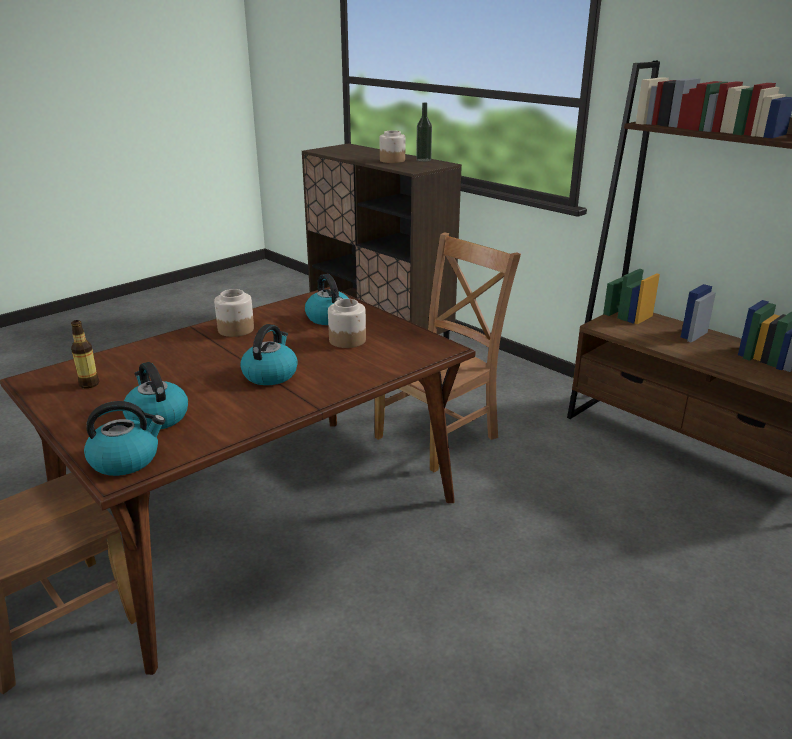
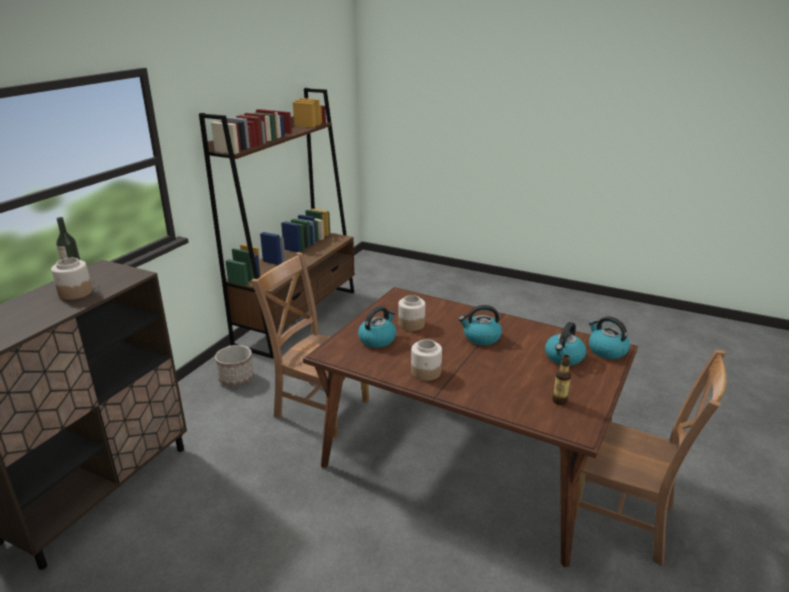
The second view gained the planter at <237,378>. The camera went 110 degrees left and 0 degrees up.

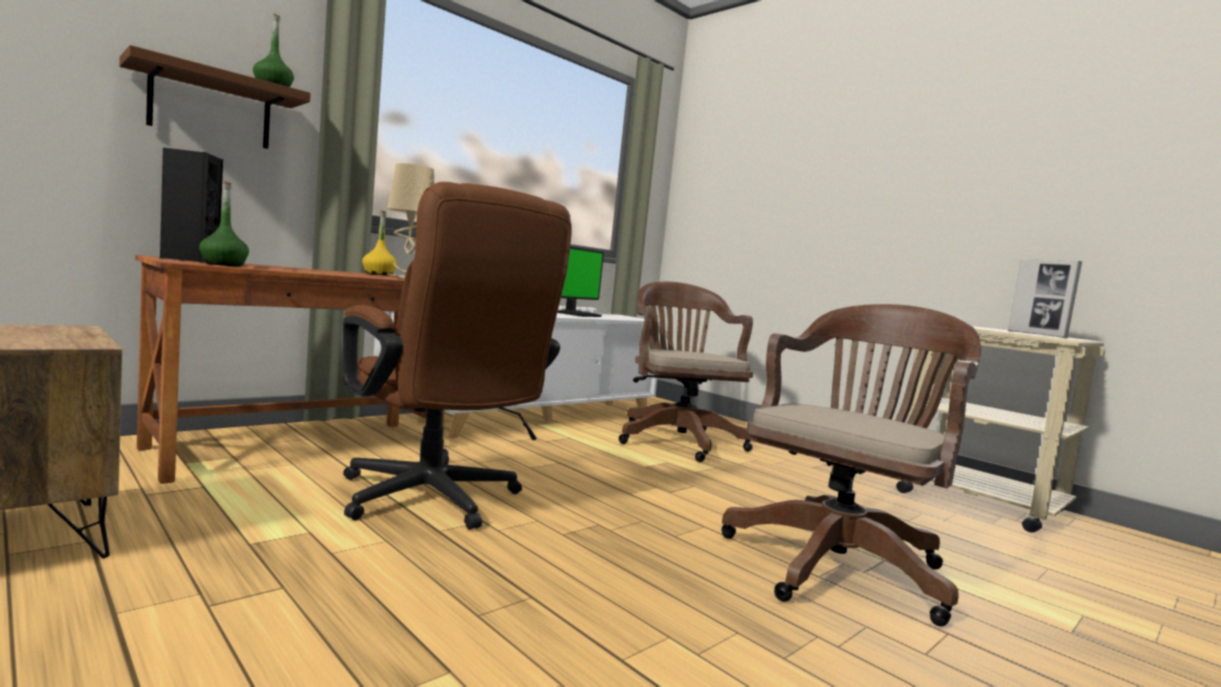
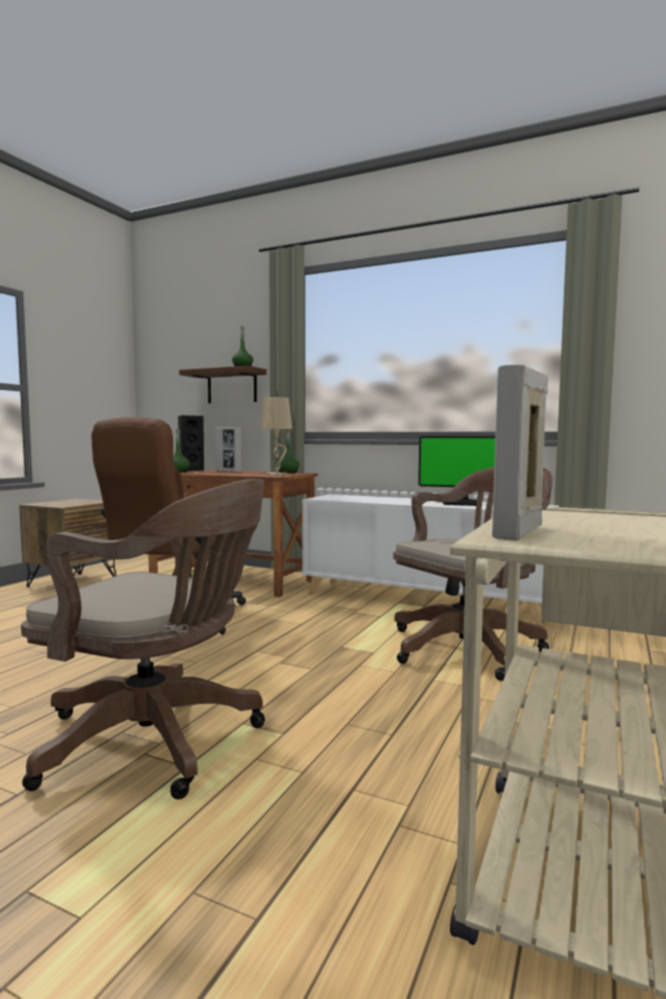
The second view gained the picture_frame at <228,471>. What was the yellow_bottle at <379,274> turned into the green_bottle at <288,472>. The camera went 70 degrees right and 0 degrees up.

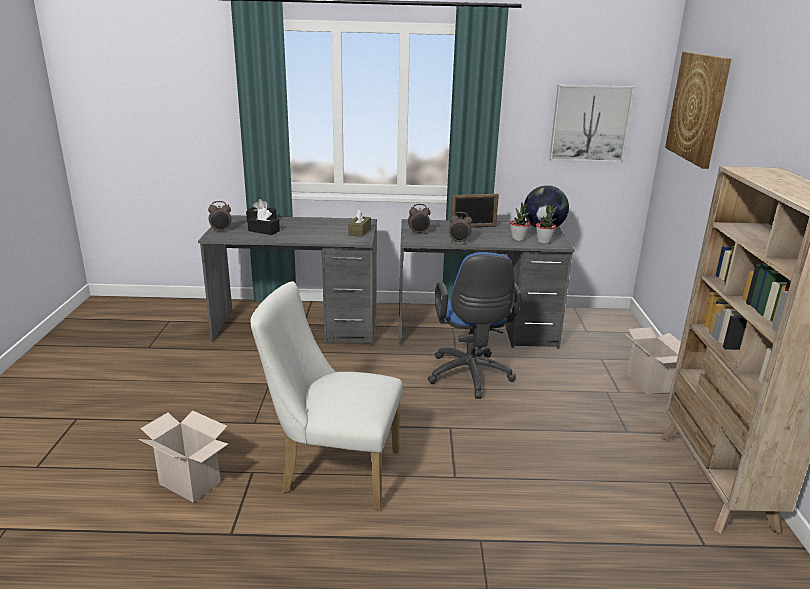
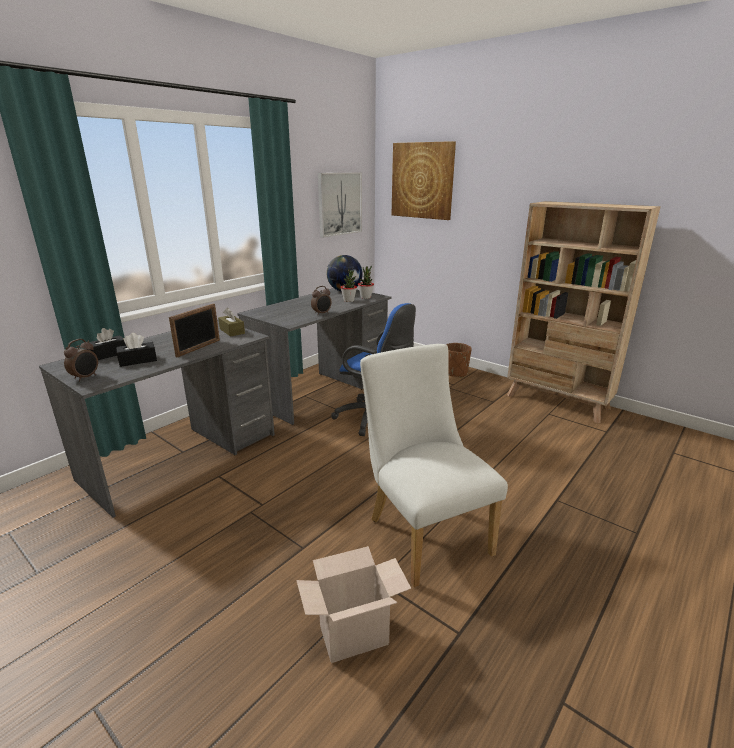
The picture_frame ended up elsewhere, having gone from <473,227> to <199,348>. The white_chair at <332,471> ended up facing another way, 105 degrees clockwise from before. Where the cardboard_box stood at <650,383>, the brown_planter came to stand at <455,373>. The second view lost the alarm_clock at <418,233>. The camera went 50 degrees left and 0 degrees up.

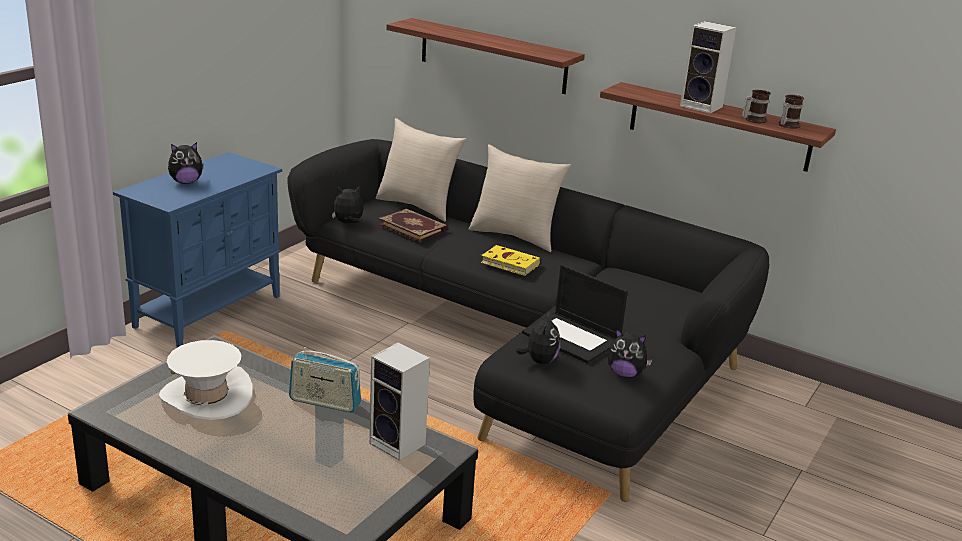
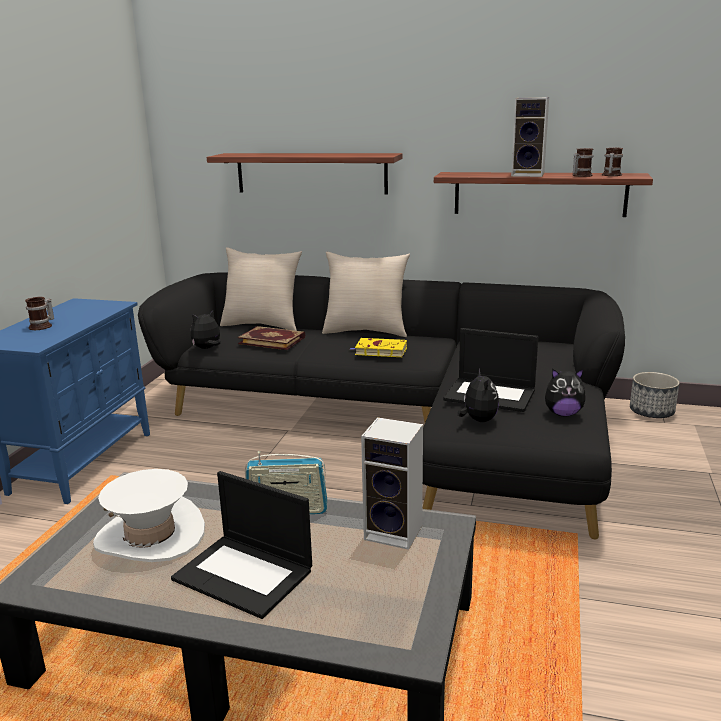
Where the plush_toy stood at <186,182>, the mug came to stand at <43,326>. The second view gained the laptop at <245,574>. The second view gained the planter at <651,412>. The camera went 15 degrees left and 5 degrees down.

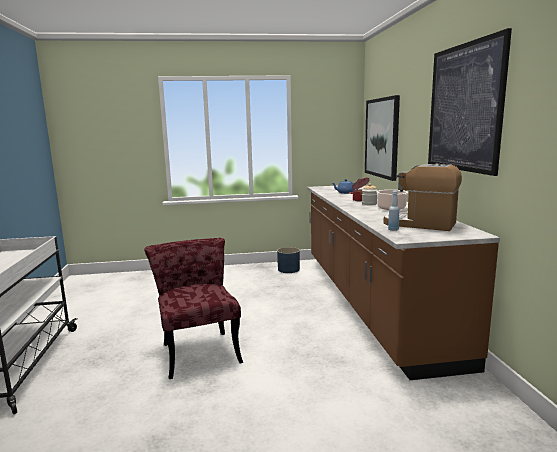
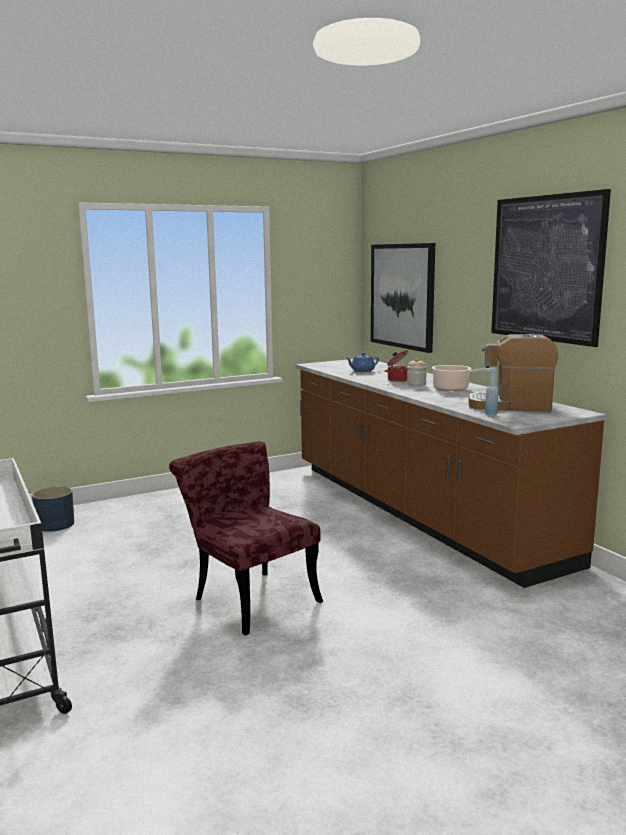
The blue_planter ended up elsewhere, having gone from <288,269> to <55,524>. The camera went 20 degrees left and 0 degrees up.

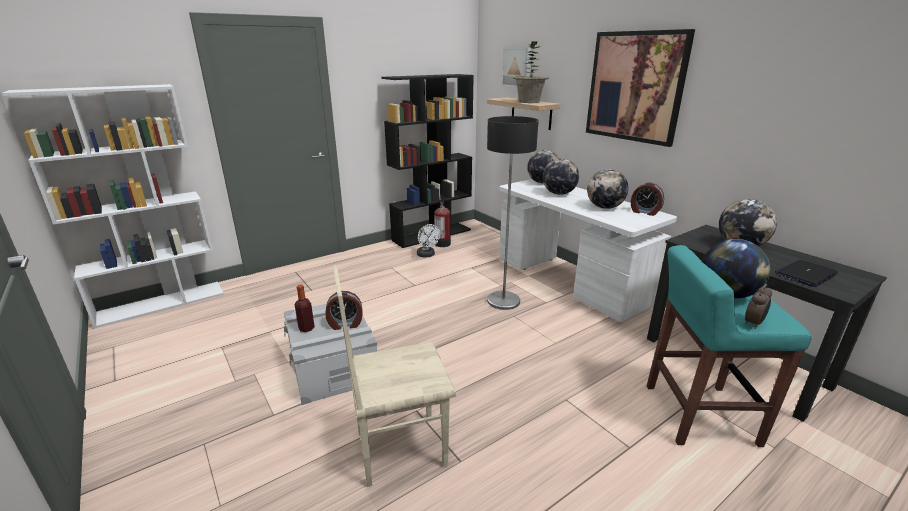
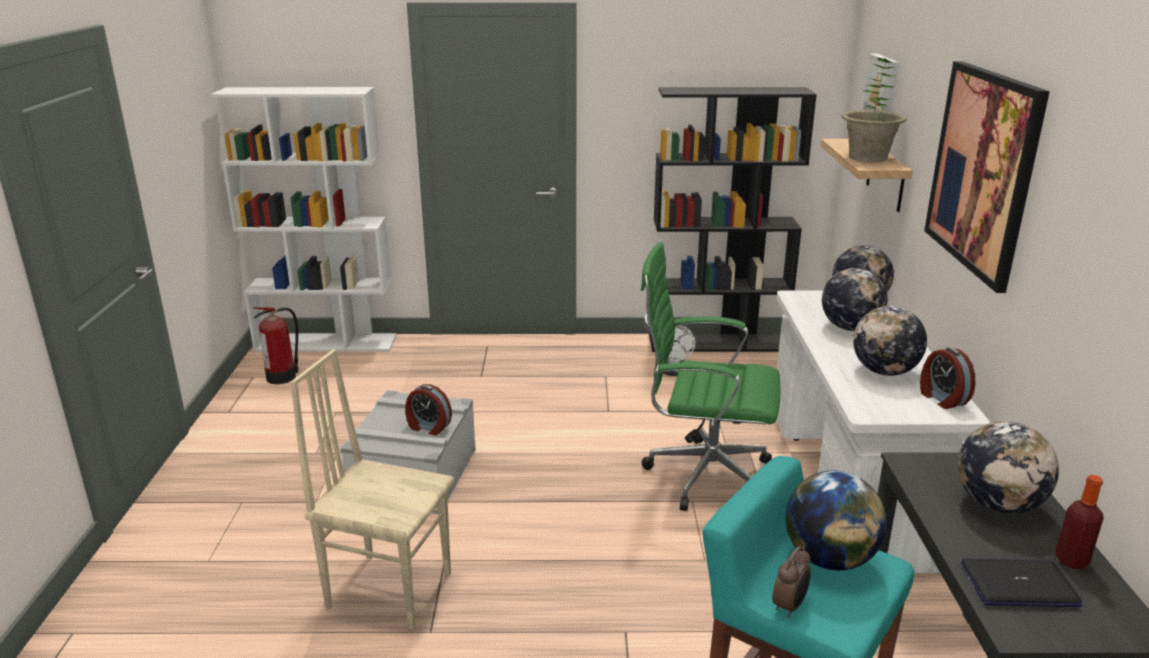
The fire_extinguisher ended up elsewhere, having gone from <442,243> to <283,376>. Where the floor_lamp stood at <503,301>, the green_office_chair came to stand at <702,475>. The alarm_clock at <753,323> ended up facing another way, 45 degrees counterclockwise from before. The bottle ended up elsewhere, having gone from <306,328> to <1071,560>. The camera went 35 degrees right and 0 degrees up.

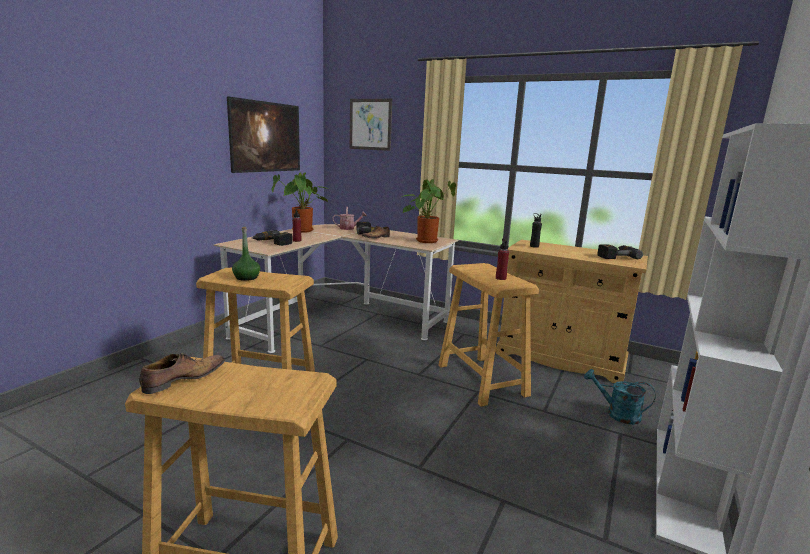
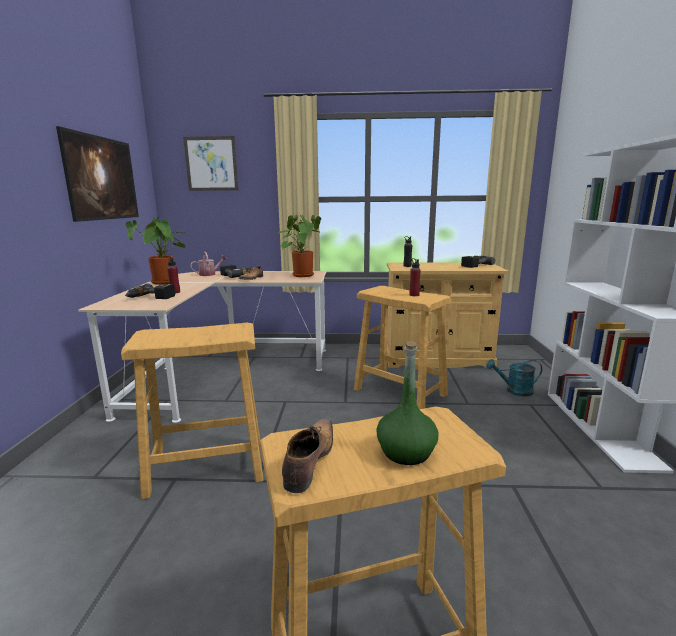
The green_bottle ended up elsewhere, having gone from <246,278> to <406,452>. The camera went 25 degrees left and 0 degrees up.

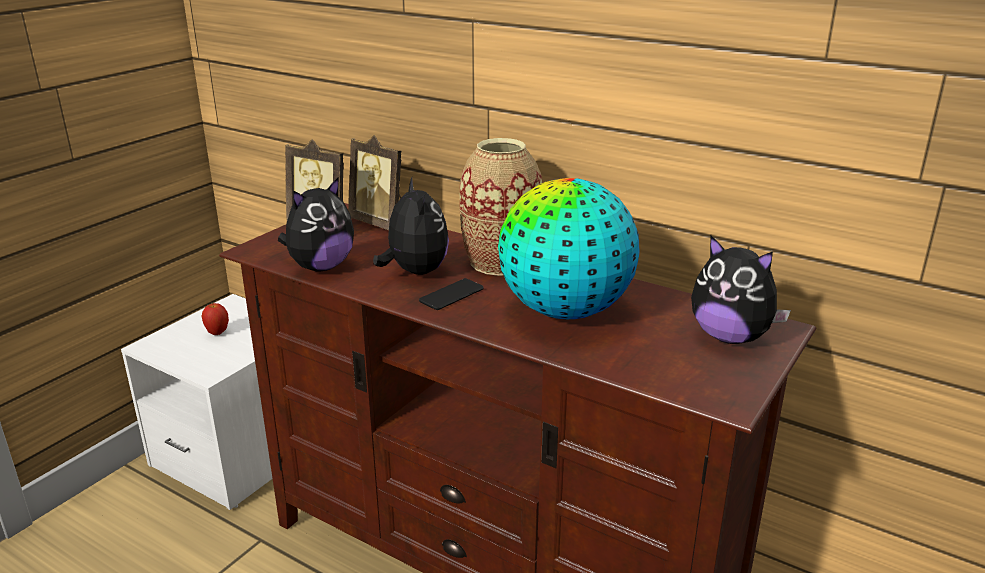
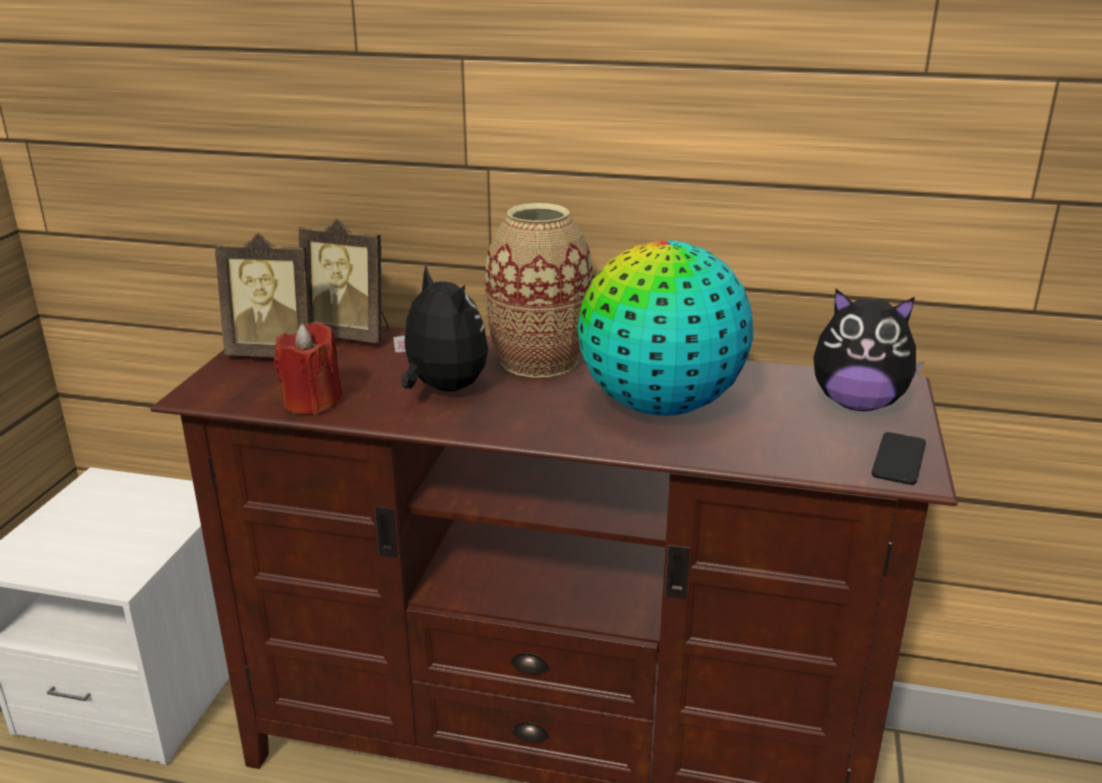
Where the plush_toy stood at <320,266>, the red_candle came to stand at <312,402>. The phone ended up elsewhere, having gone from <451,295> to <899,459>. The second view lost the apple at <217,333>. The camera went 20 degrees left and 0 degrees up.

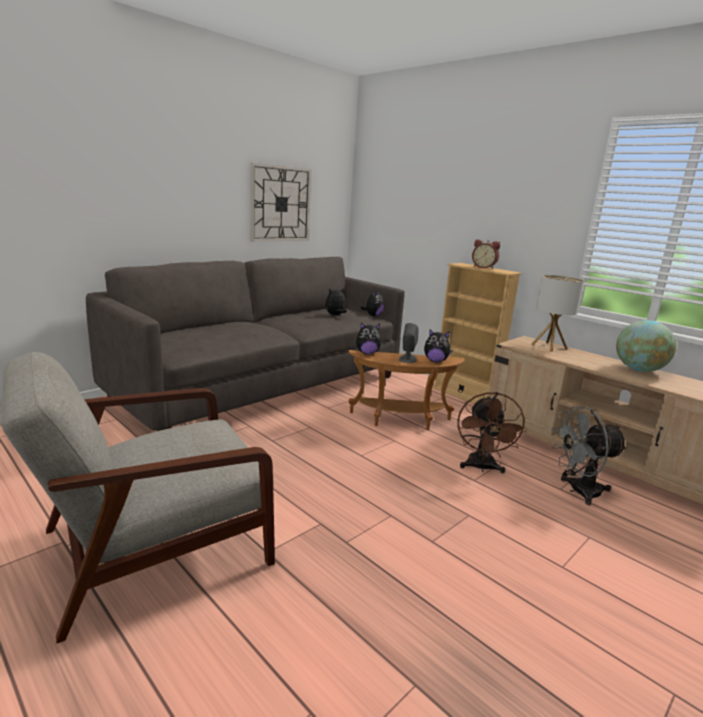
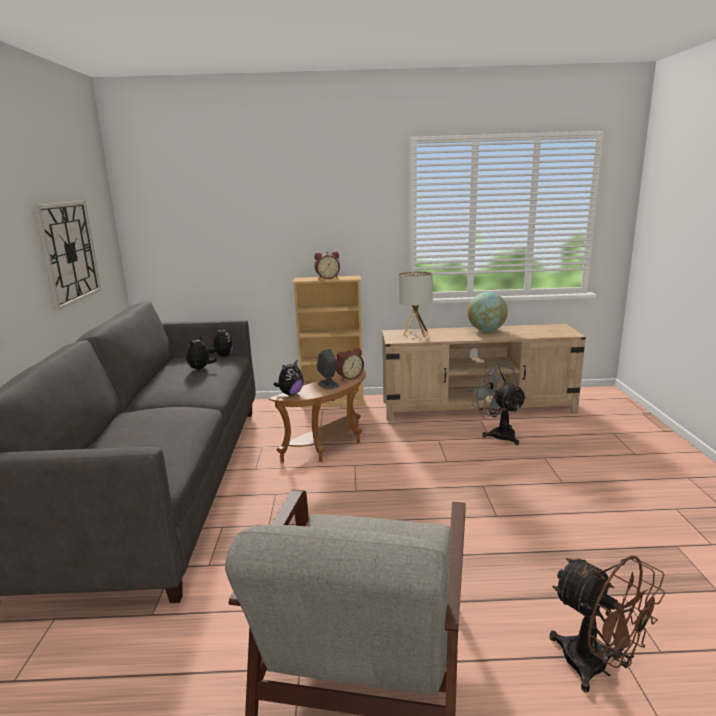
Where the plush_toy stood at <435,361>, the alarm_clock came to stand at <349,377>. The grey_fan at <578,491> ended up facing another way, 120 degrees clockwise from before. The brown_fan ended up elsewhere, having gone from <481,468> to <597,668>. The camera went 45 degrees left and 0 degrees up.

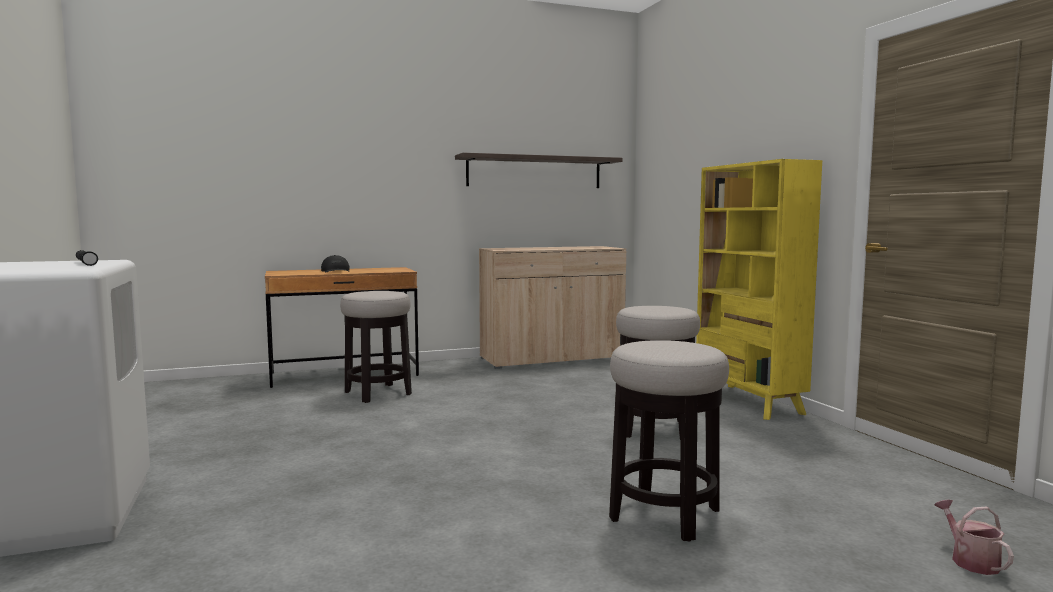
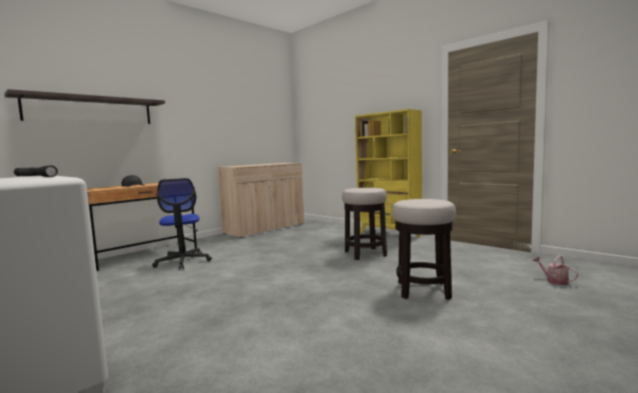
The shelf ended up elsewhere, having gone from <534,172> to <90,110>. Where the stool stood at <378,393>, the office_chair came to stand at <183,262>. The camera went 25 degrees left and 0 degrees up.

